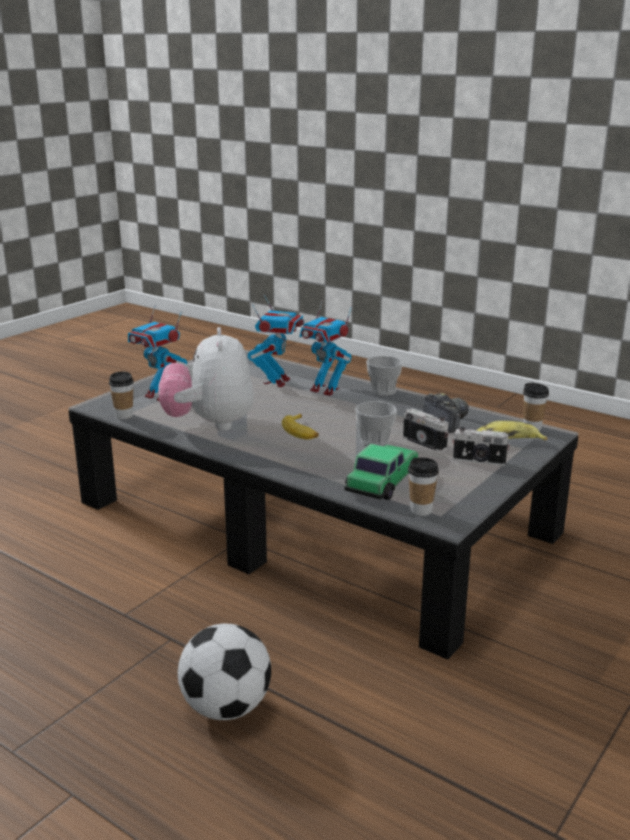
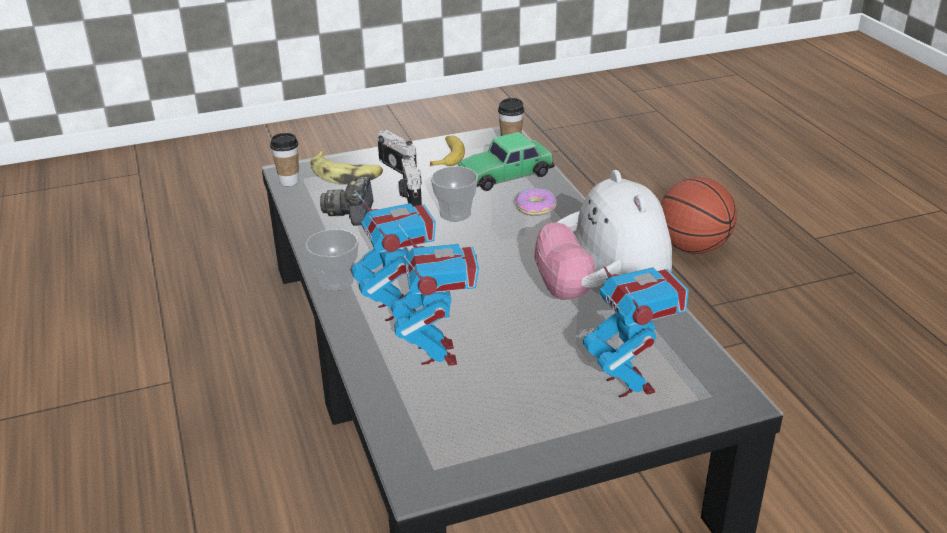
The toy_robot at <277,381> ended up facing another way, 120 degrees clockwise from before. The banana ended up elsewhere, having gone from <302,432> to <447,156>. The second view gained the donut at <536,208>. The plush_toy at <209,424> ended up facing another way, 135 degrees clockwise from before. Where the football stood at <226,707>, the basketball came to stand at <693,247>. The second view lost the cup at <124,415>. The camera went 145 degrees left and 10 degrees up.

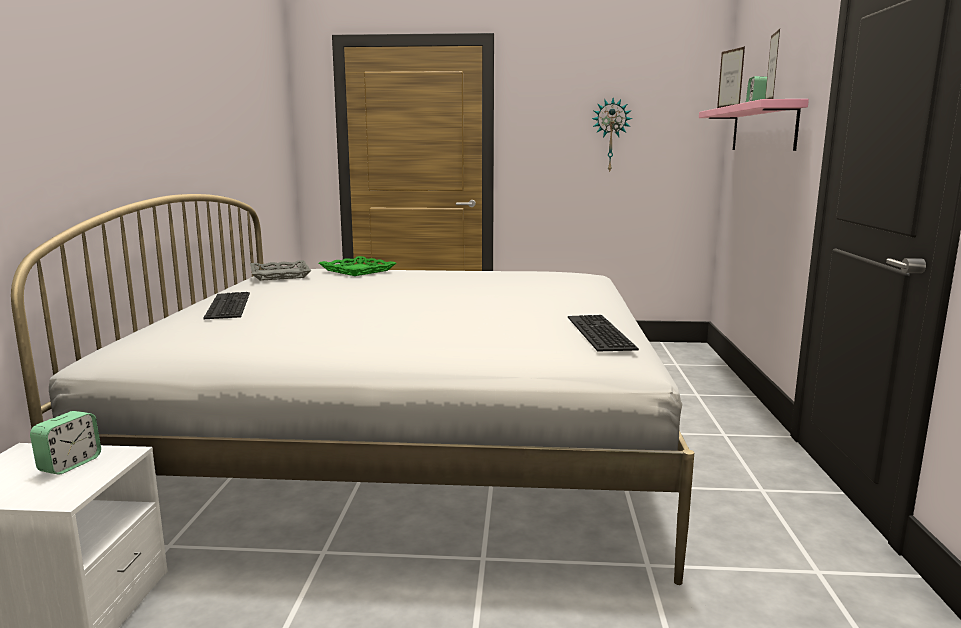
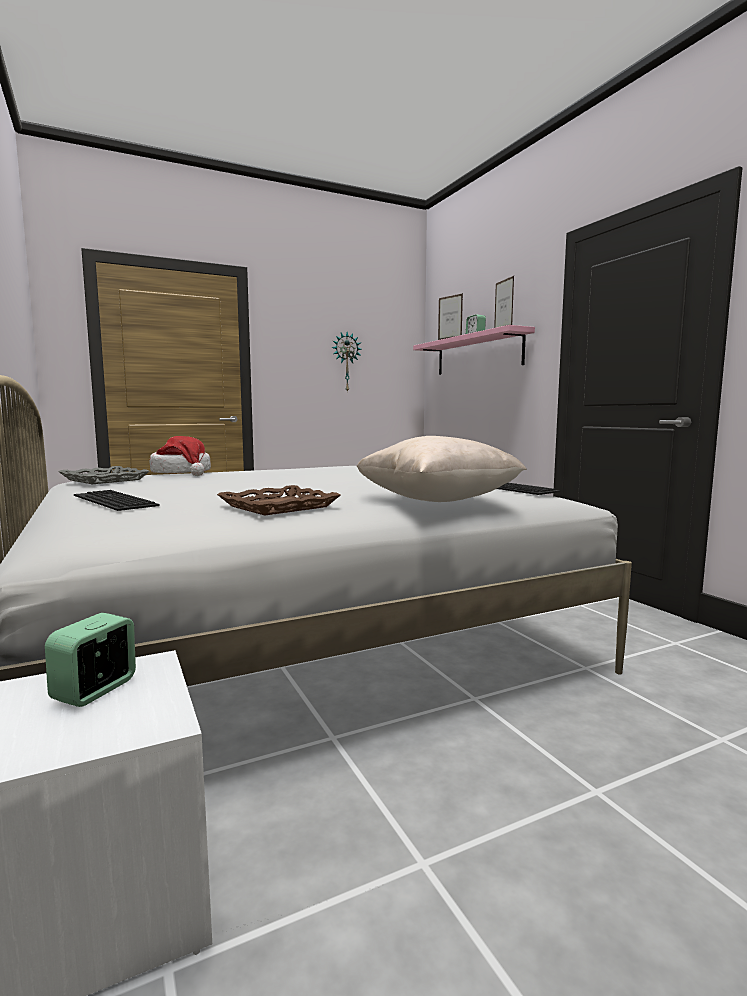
The alarm_clock at <70,464> ended up facing another way, 150 degrees counterclockwise from before. Where the green_tray stood at <358,270>, the hat came to stand at <182,473>. The second view gained the brown_tray at <278,506>. The second view gained the beige_pillow at <436,502>. The camera went 30 degrees left and 5 degrees down.

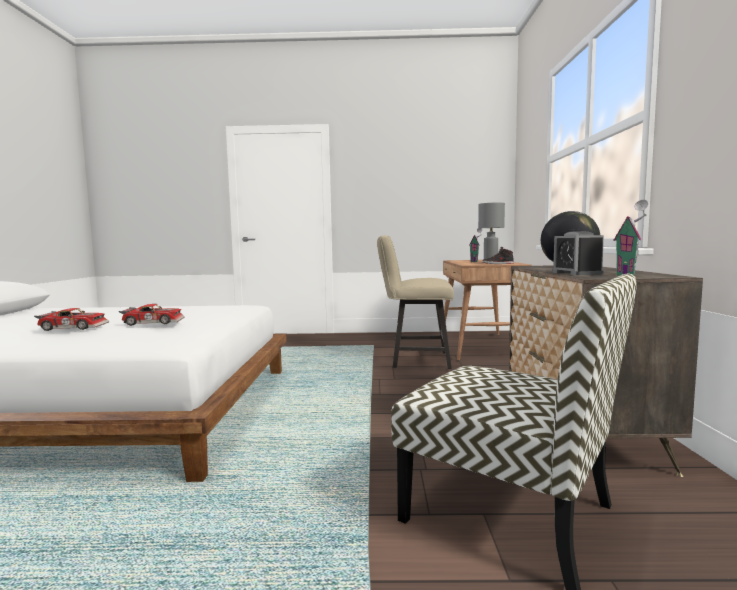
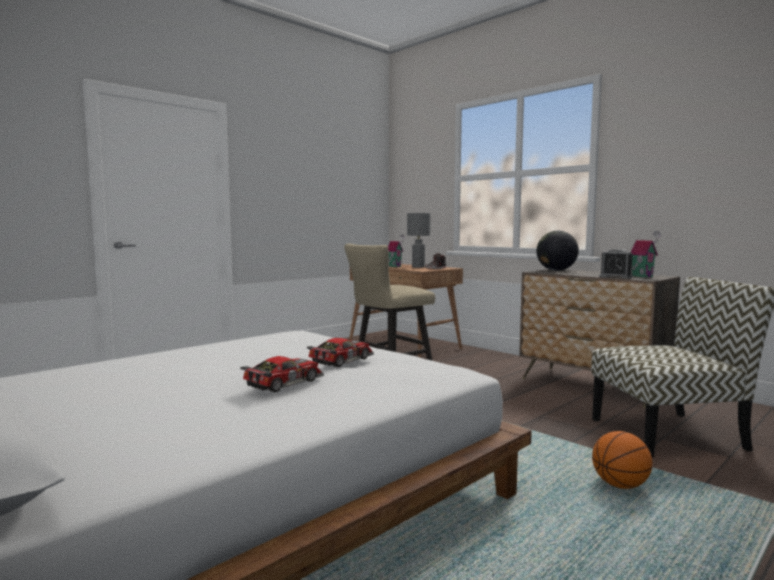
The second view gained the basketball at <620,485>. The camera went 45 degrees left and 0 degrees up.

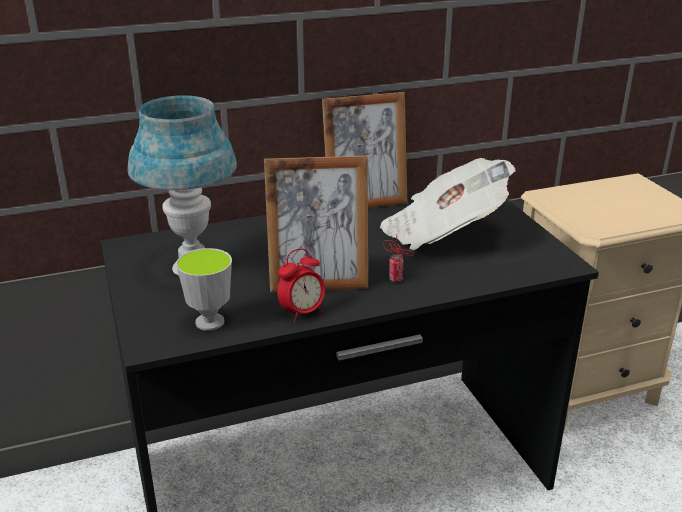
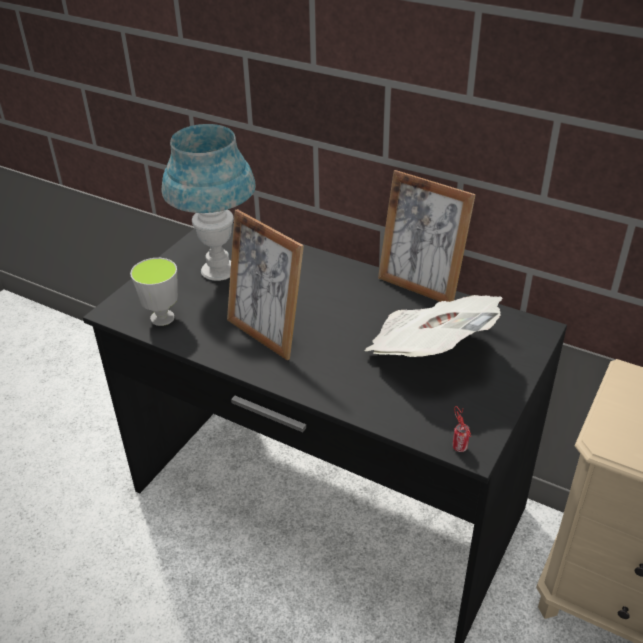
The can ended up elsewhere, having gone from <397,280> to <460,449>. The second view lost the alarm_clock at <302,313>. The camera went 50 degrees right and 10 degrees up.

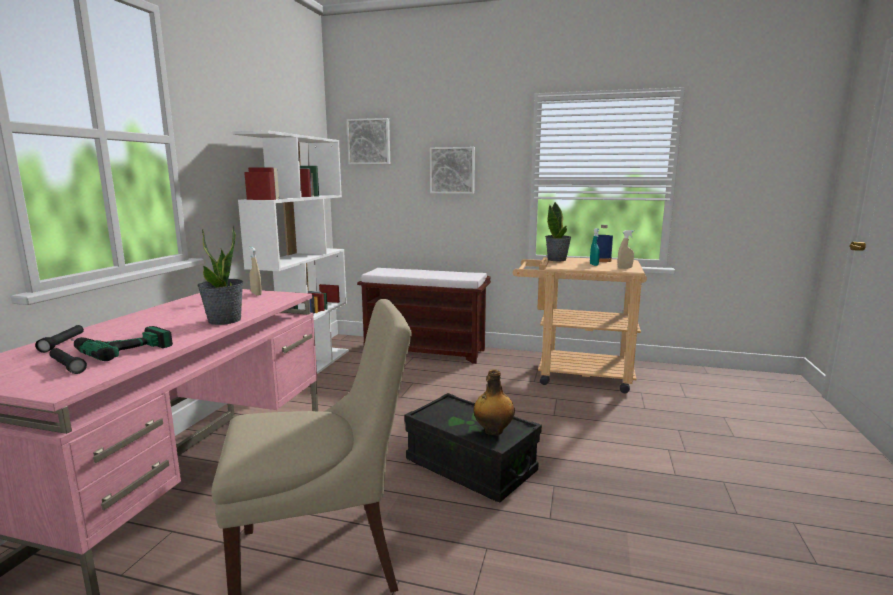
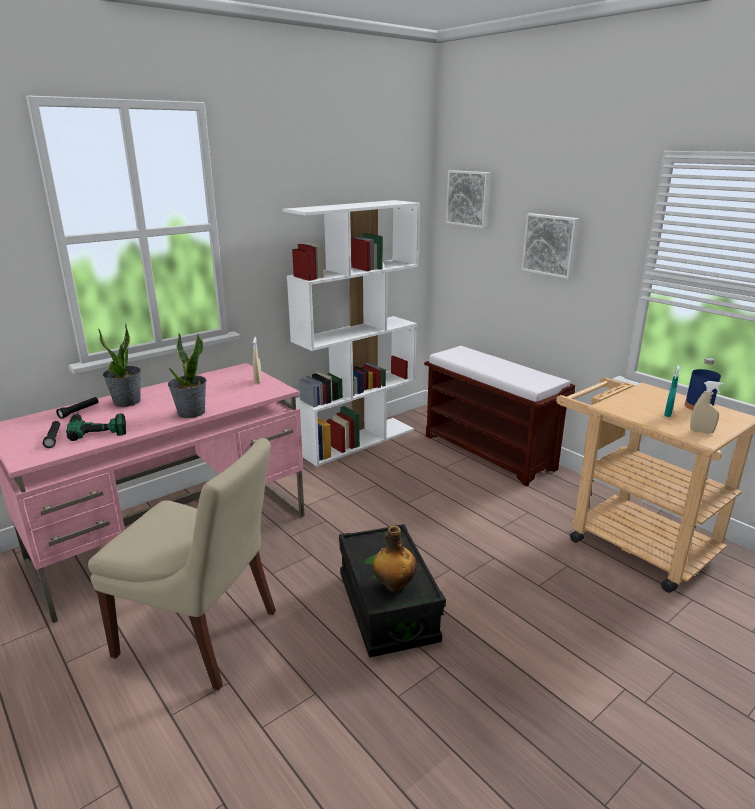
The potted_plant ended up elsewhere, having gone from <557,260> to <127,402>. The camera went 35 degrees right and 10 degrees up.

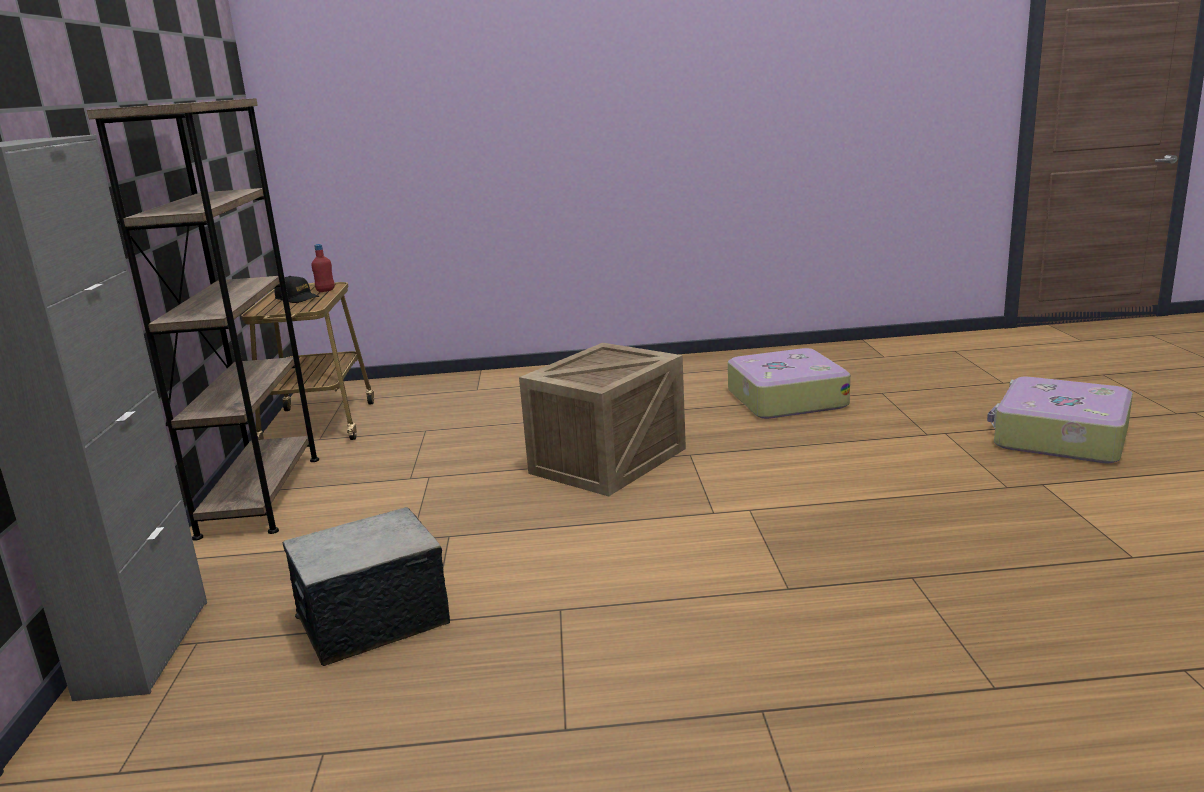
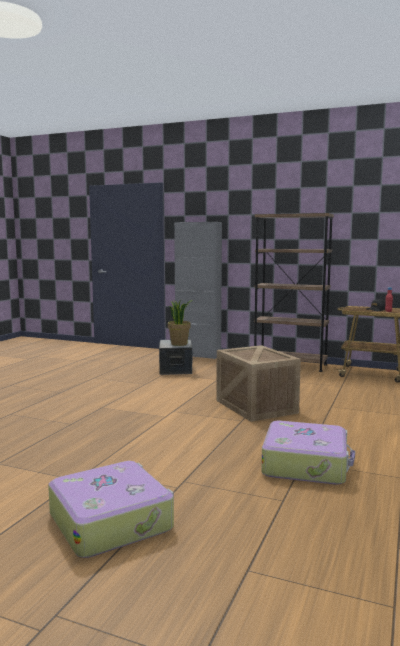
The second view gained the potted_plant at <179,344>. The camera went 115 degrees right and 10 degrees down.

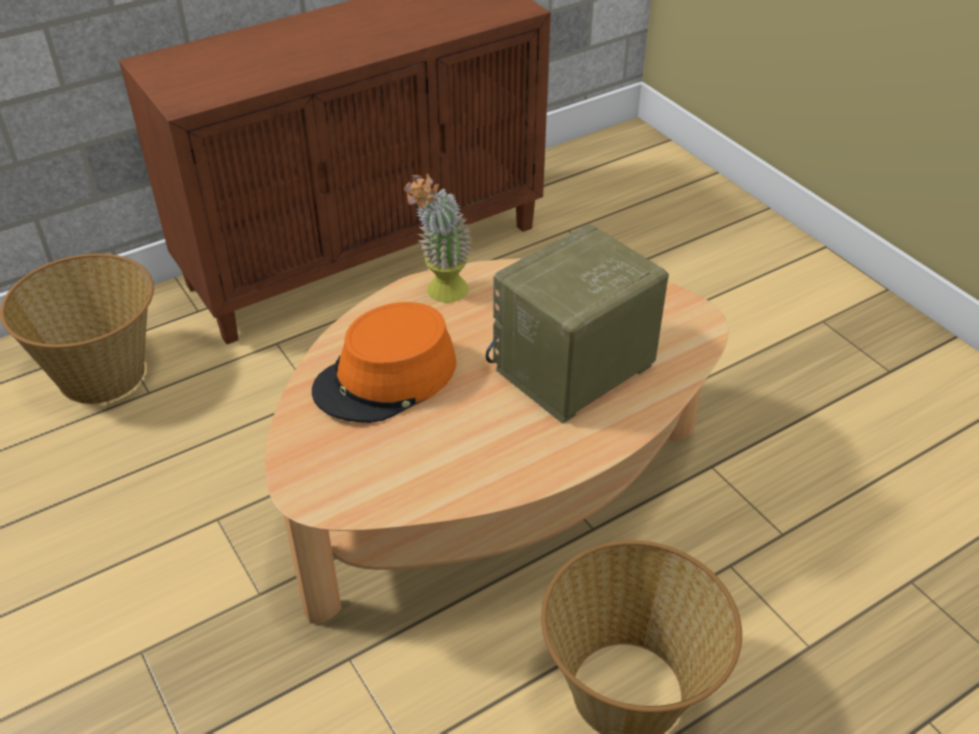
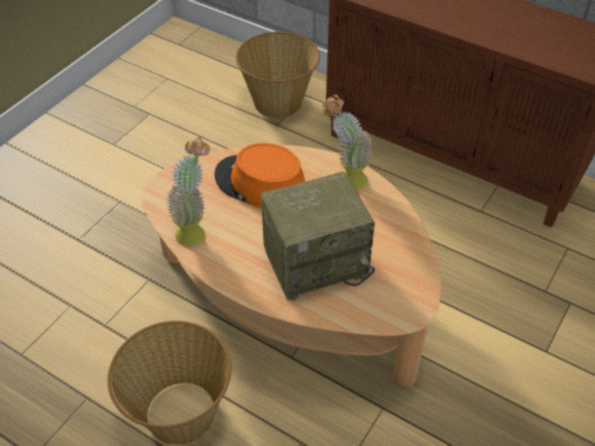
The second view gained the potted_plant at <195,229>. The radio at <573,371> ended up facing another way, 135 degrees clockwise from before. The camera went 65 degrees right and 5 degrees up.

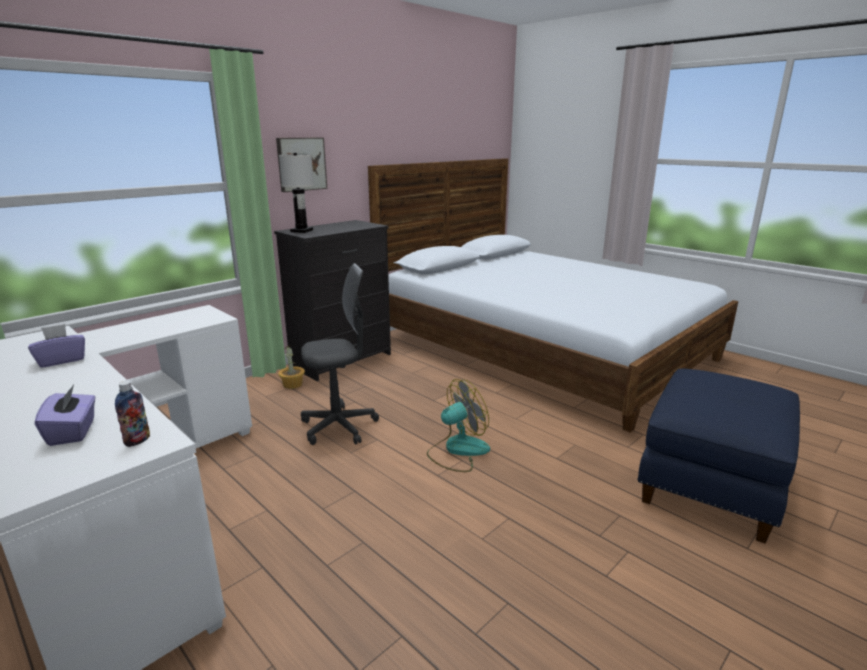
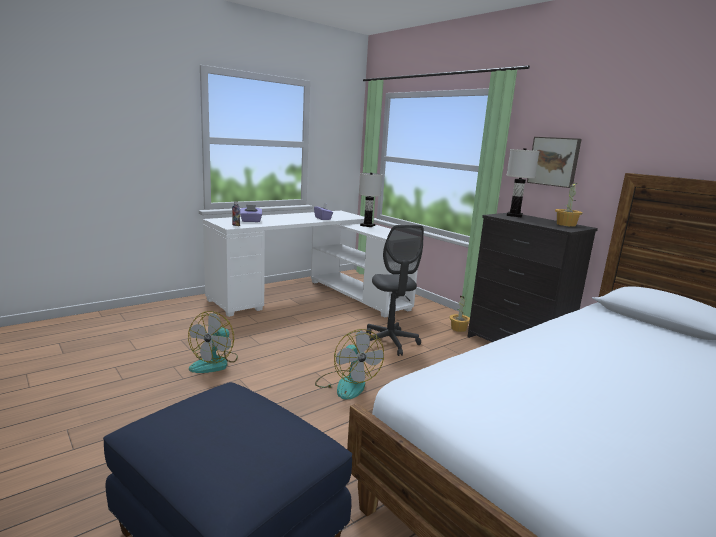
The second view gained the fan at <215,363>. The second view gained the white_table_lamp at <367,225>. The second view gained the potted_plant at <566,224>. The camera went 95 degrees right and 5 degrees down.

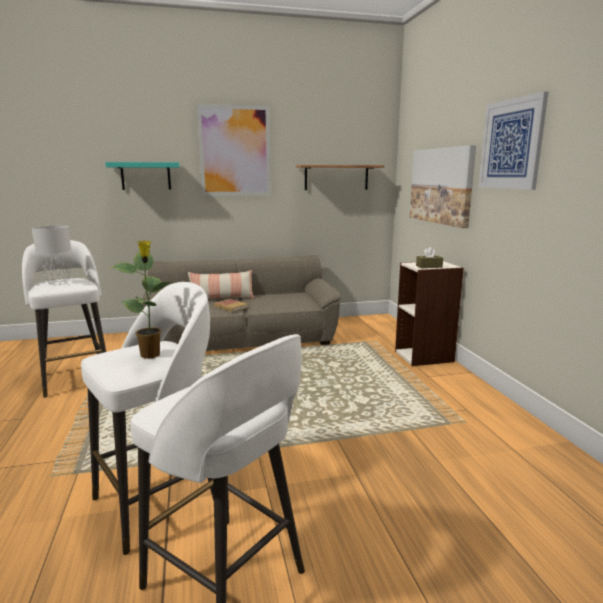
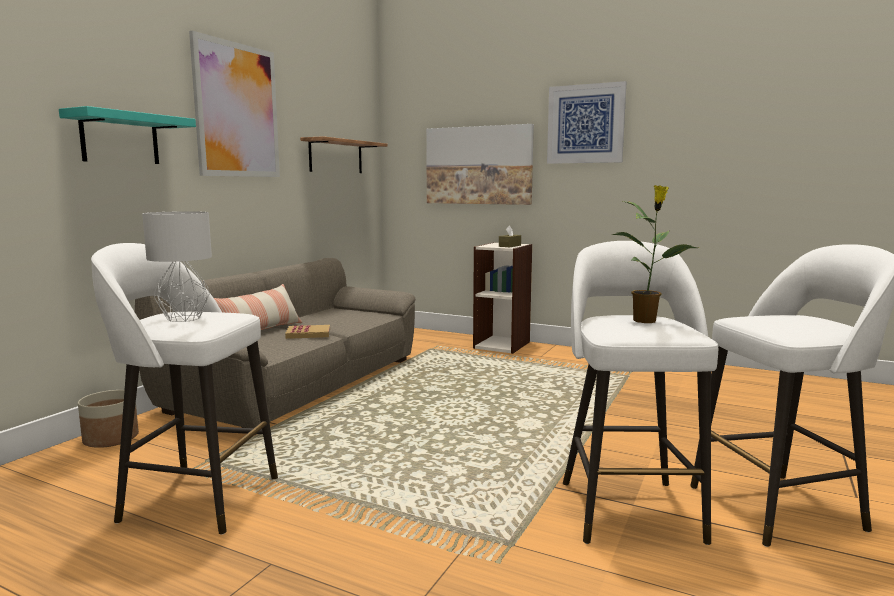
The second view gained the planter at <111,438>. The camera went 50 degrees left and 5 degrees down.

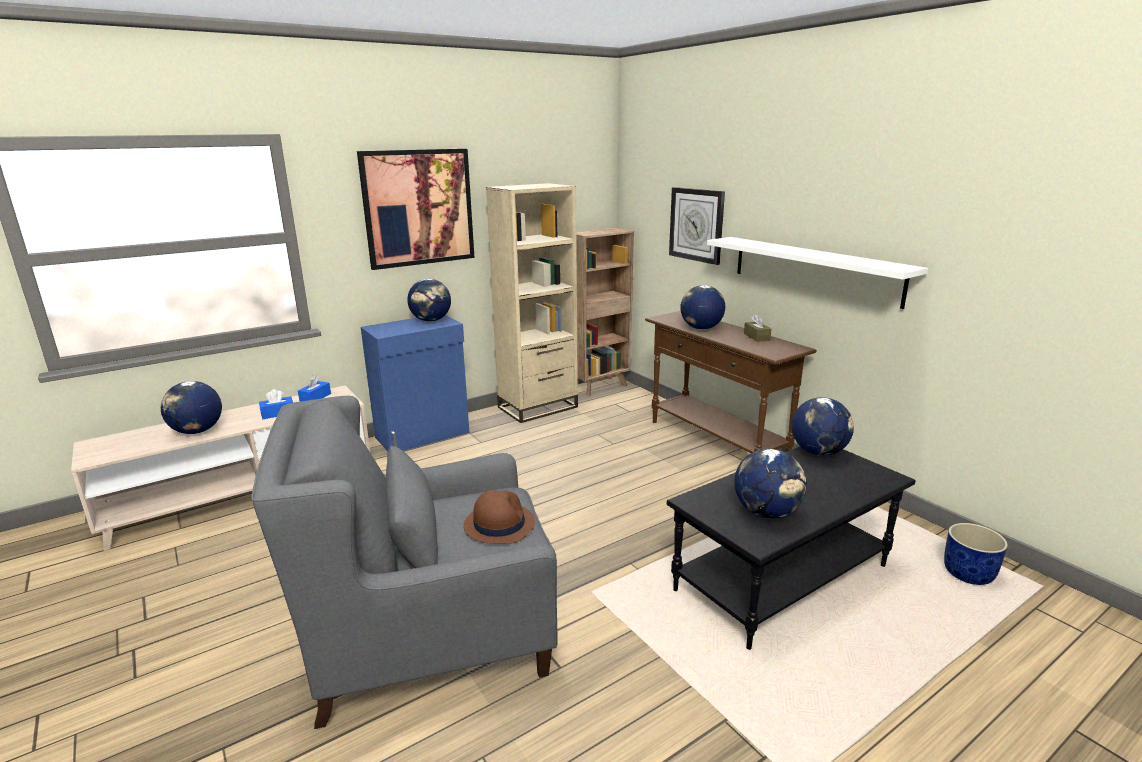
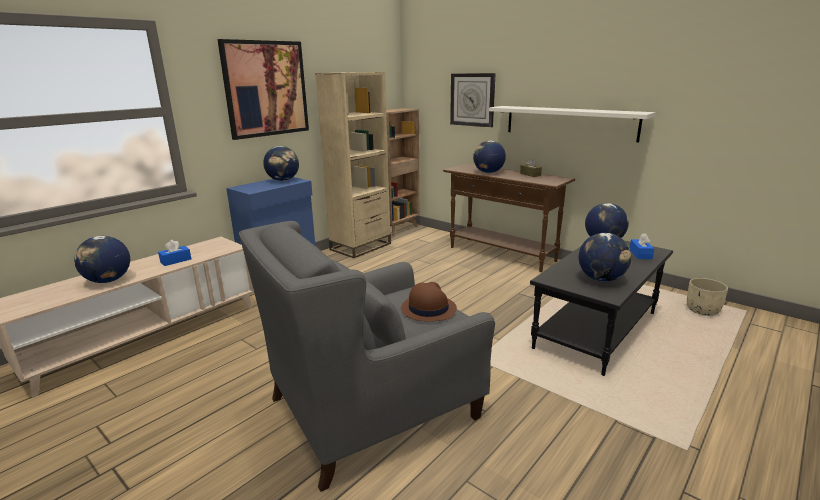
The blue_tissue_box ended up elsewhere, having gone from <315,398> to <640,254>. What was the blue_planter at <967,573> turned into the beige_planter at <702,310>. The camera went 15 degrees left and 0 degrees up.

